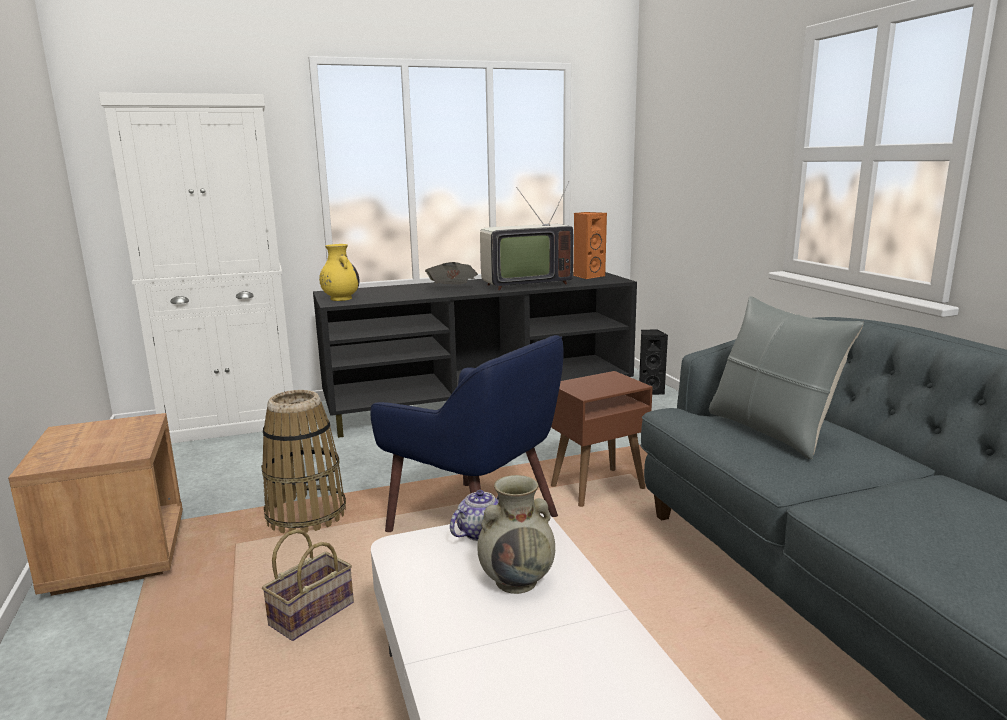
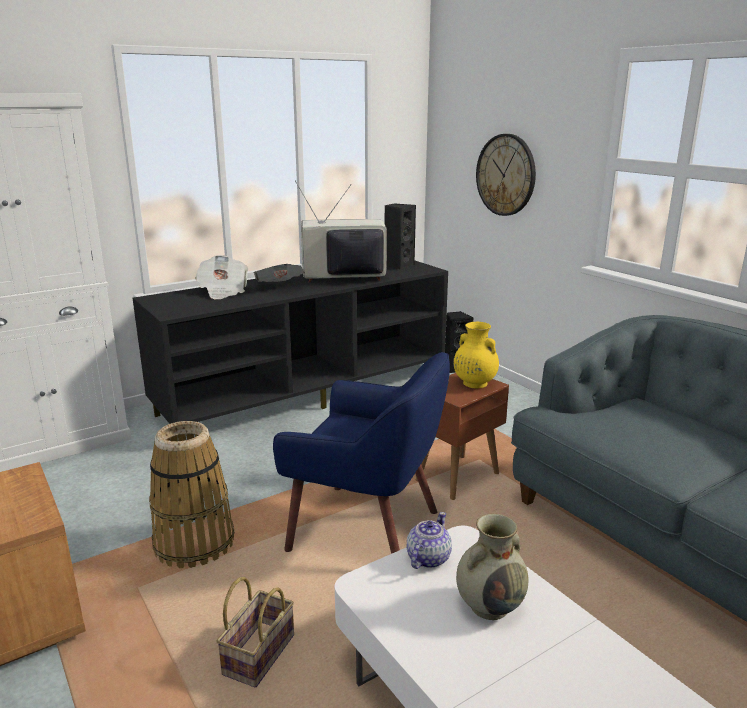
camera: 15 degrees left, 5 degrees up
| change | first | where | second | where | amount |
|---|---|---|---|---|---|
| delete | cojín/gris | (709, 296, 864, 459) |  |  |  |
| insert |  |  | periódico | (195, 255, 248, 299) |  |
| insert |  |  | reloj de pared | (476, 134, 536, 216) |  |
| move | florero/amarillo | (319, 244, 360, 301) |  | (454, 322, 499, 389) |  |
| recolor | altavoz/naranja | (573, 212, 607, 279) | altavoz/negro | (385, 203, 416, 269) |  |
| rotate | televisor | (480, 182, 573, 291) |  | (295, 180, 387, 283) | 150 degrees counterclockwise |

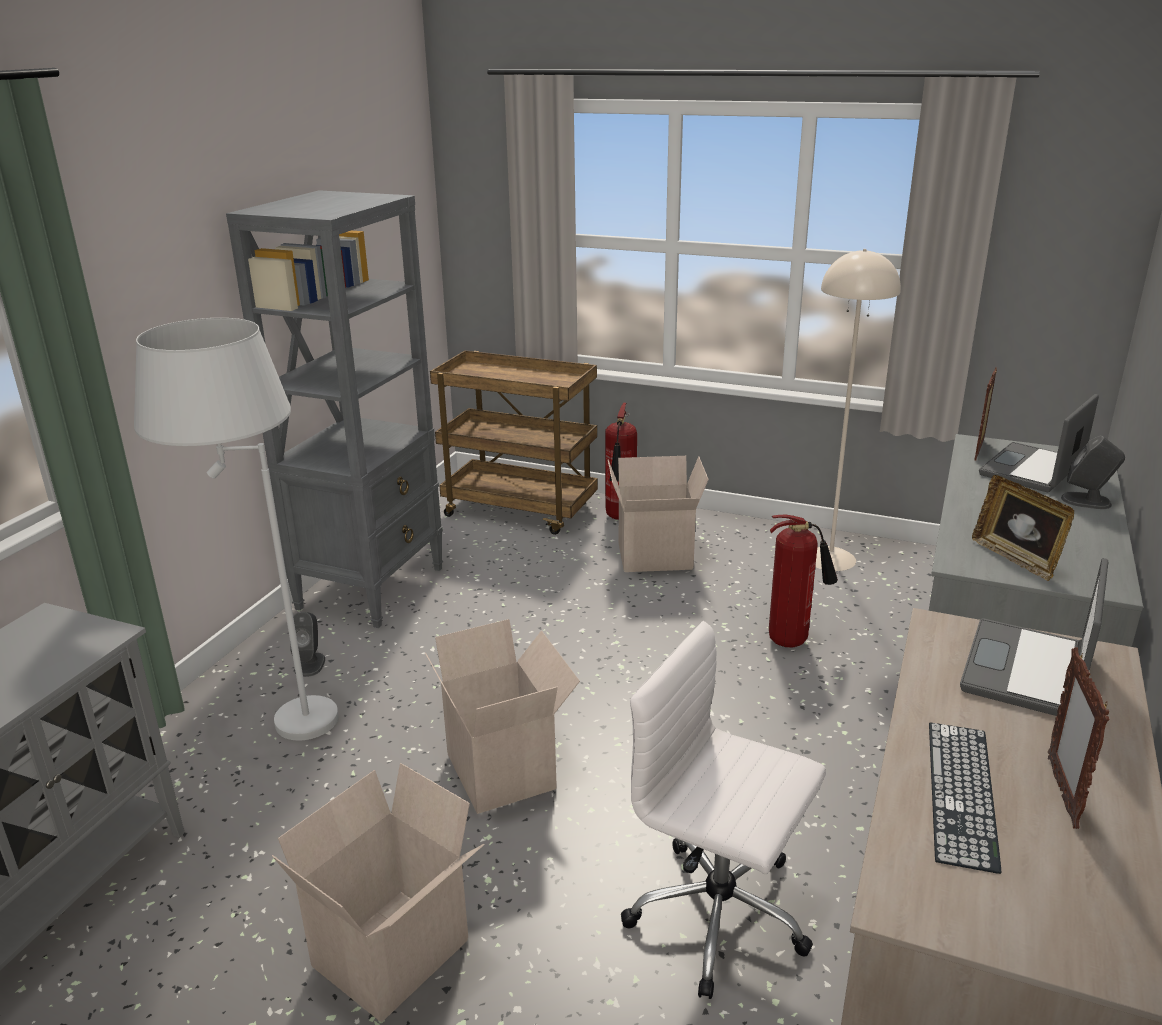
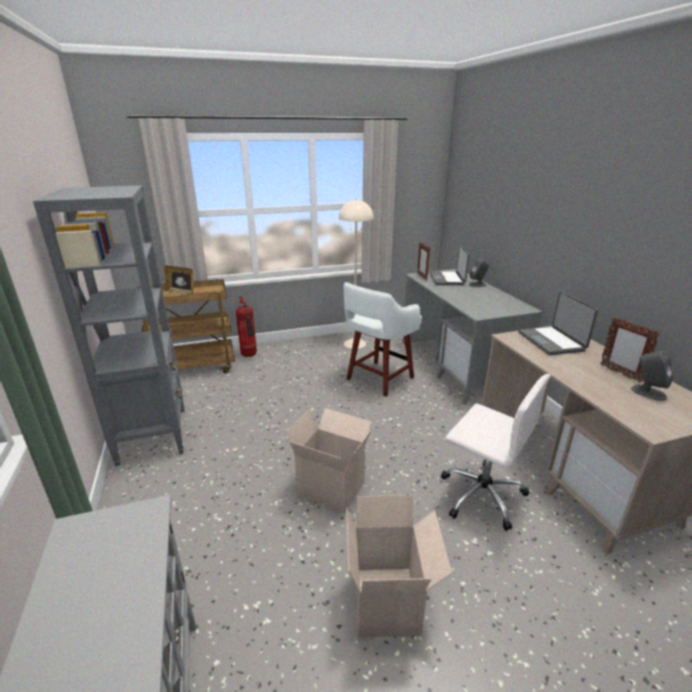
camera: 40 degrees left, 0 degrees up
| change | first | where | second | where | amount |
|---|---|---|---|---|---|
| delete | lámpara de pie/blanco | (134, 318, 338, 741) |  |  |  |
| delete | caja de cartón | (608, 456, 709, 572) |  |  |  |
| delete | teclado | (929, 723, 1002, 874) |  |  |  |
| move | altavoz/gris | (290, 612, 325, 677) |  | (631, 351, 674, 401) |  |
| move | portarretratos | (972, 475, 1074, 581) |  | (164, 266, 194, 295) |  |
| replace | extintor | (769, 514, 838, 648) | taburete/blanco | (344, 282, 422, 397) |  |
| rotate | silla de oficina/blanco | (621, 621, 826, 999) |  | (441, 374, 551, 531) | 135 degrees counterclockwise |

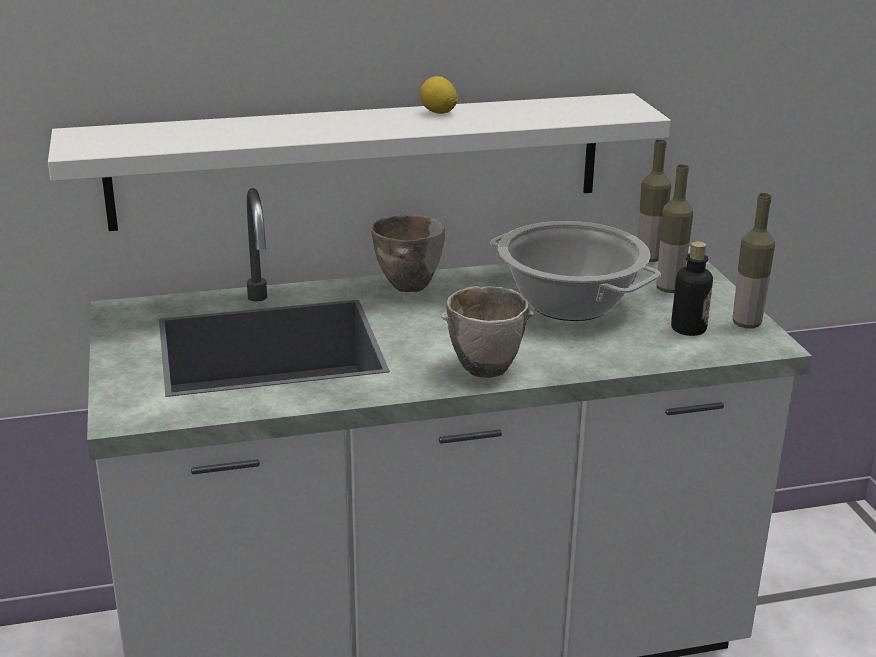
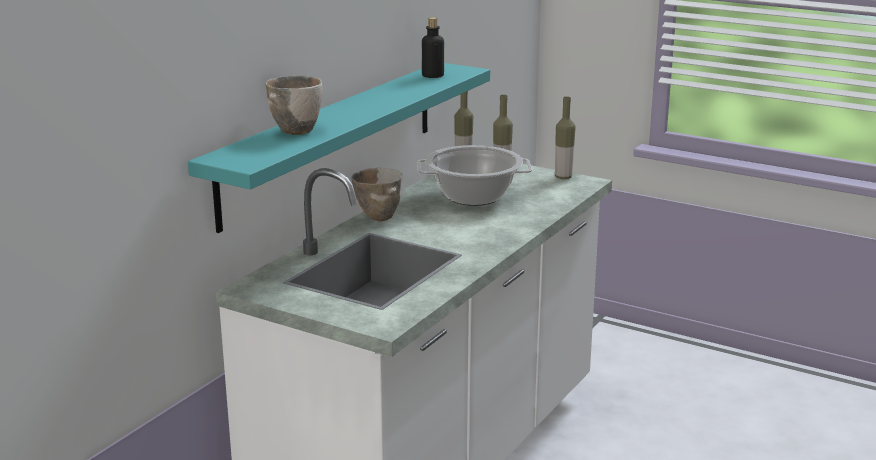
camera: 45 degrees left, 5 degrees down
| change | first | where | second | where | amount |
|---|---|---|---|---|---|
| delete | limón | (420, 76, 457, 114) |  |  |  |
| move | cuenco | (441, 286, 534, 378) |  | (265, 75, 323, 135) |  |
| move | botella | (671, 241, 713, 336) |  | (422, 17, 444, 78) |  |
| recolor | estante/blanco | (48, 93, 671, 231) | estante/turquesa | (188, 63, 490, 233) |  |

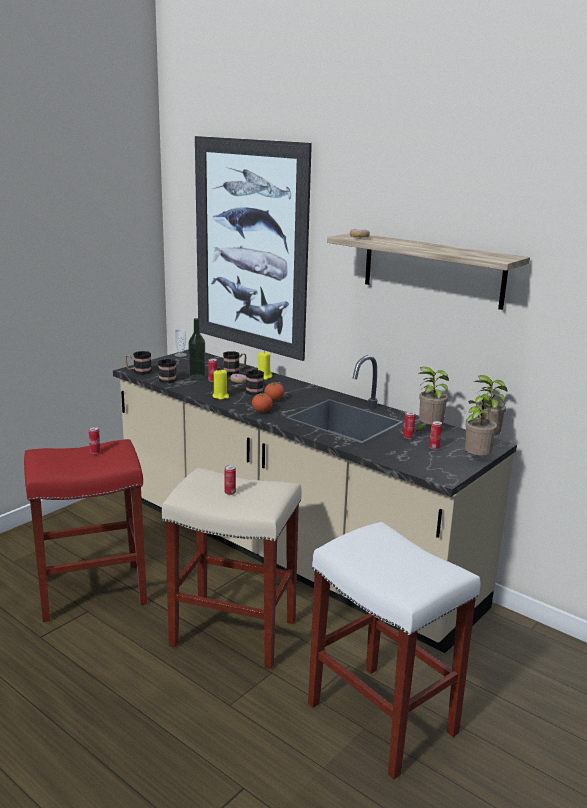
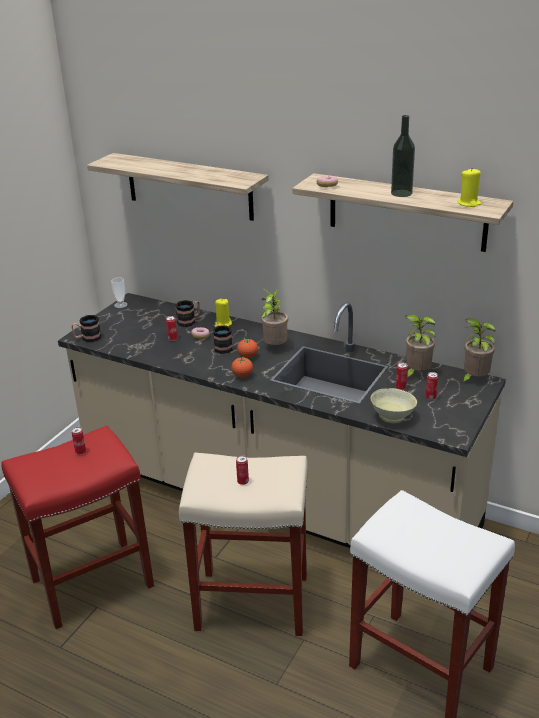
camera: 10 degrees left, 10 degrees up
| change | first | where | second | where | amount |
|---|---|---|---|---|---|
| delete | taza grande | (158, 359, 177, 384) |  |  |  |
| insert |  |  | cuenco/beis | (371, 388, 417, 424) |  |
| move | botella | (188, 318, 206, 380) |  | (391, 115, 415, 197) |  |
| move | vela/amarillo | (213, 369, 229, 400) |  | (457, 169, 481, 207) |  |
| move | planta en maceta | (465, 391, 497, 456) |  | (260, 288, 288, 345) |  |
| replace | cuadro | (195, 136, 312, 361) | estante | (87, 153, 269, 221) |  |

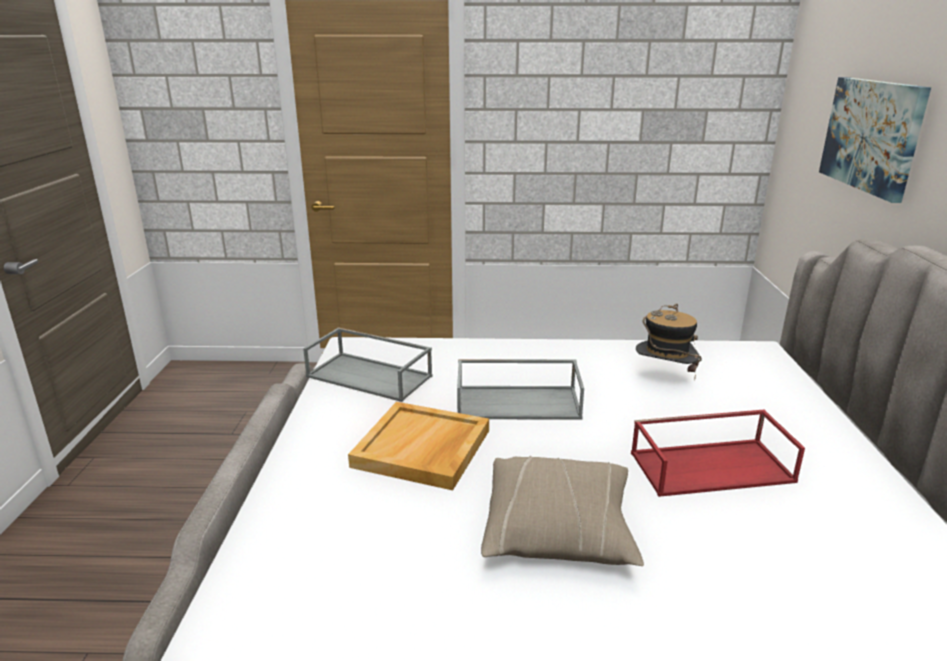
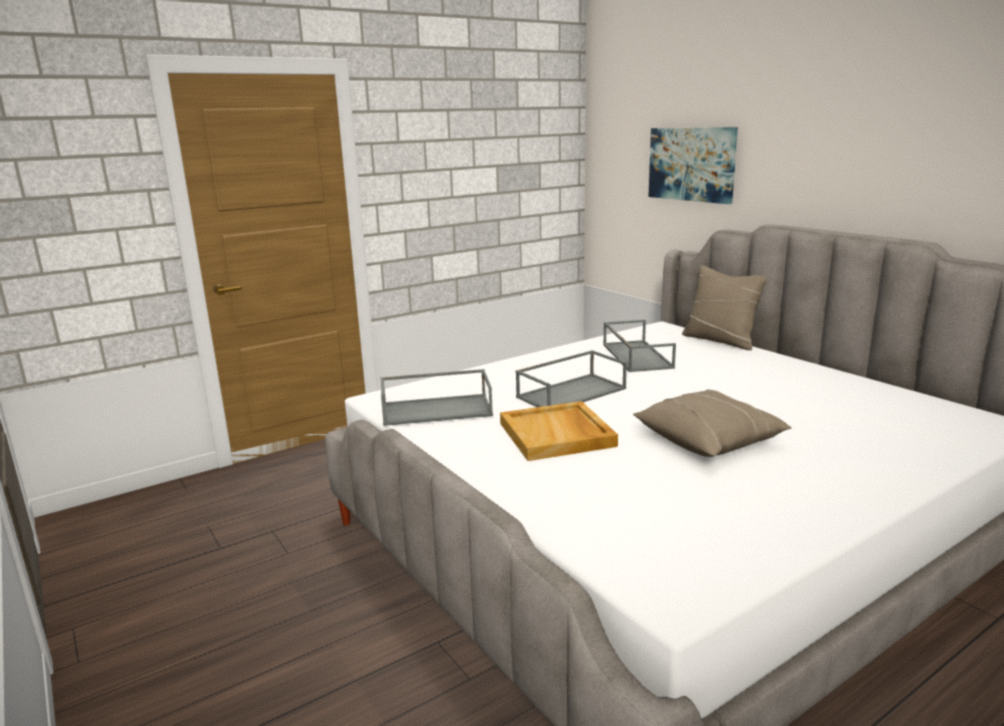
camera: 35 degrees left, 5 degrees down
| change | first | where | second | where | amount |
|---|---|---|---|---|---|
| delete | bandeja/rojo | (631, 409, 805, 497) |  |  |  |
| insert |  |  | cojín/beis | (682, 265, 767, 350) |  |
| replace | sombrero | (636, 304, 702, 381) | bandeja/gris | (603, 320, 676, 372) |  |

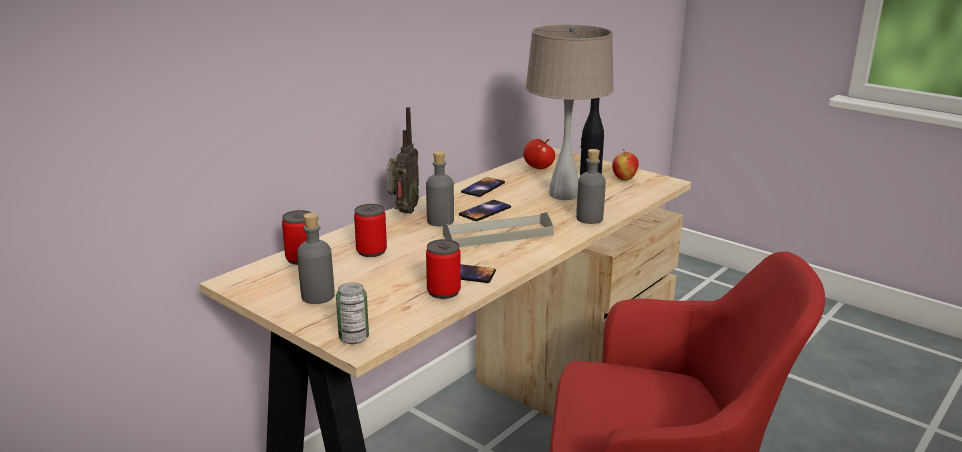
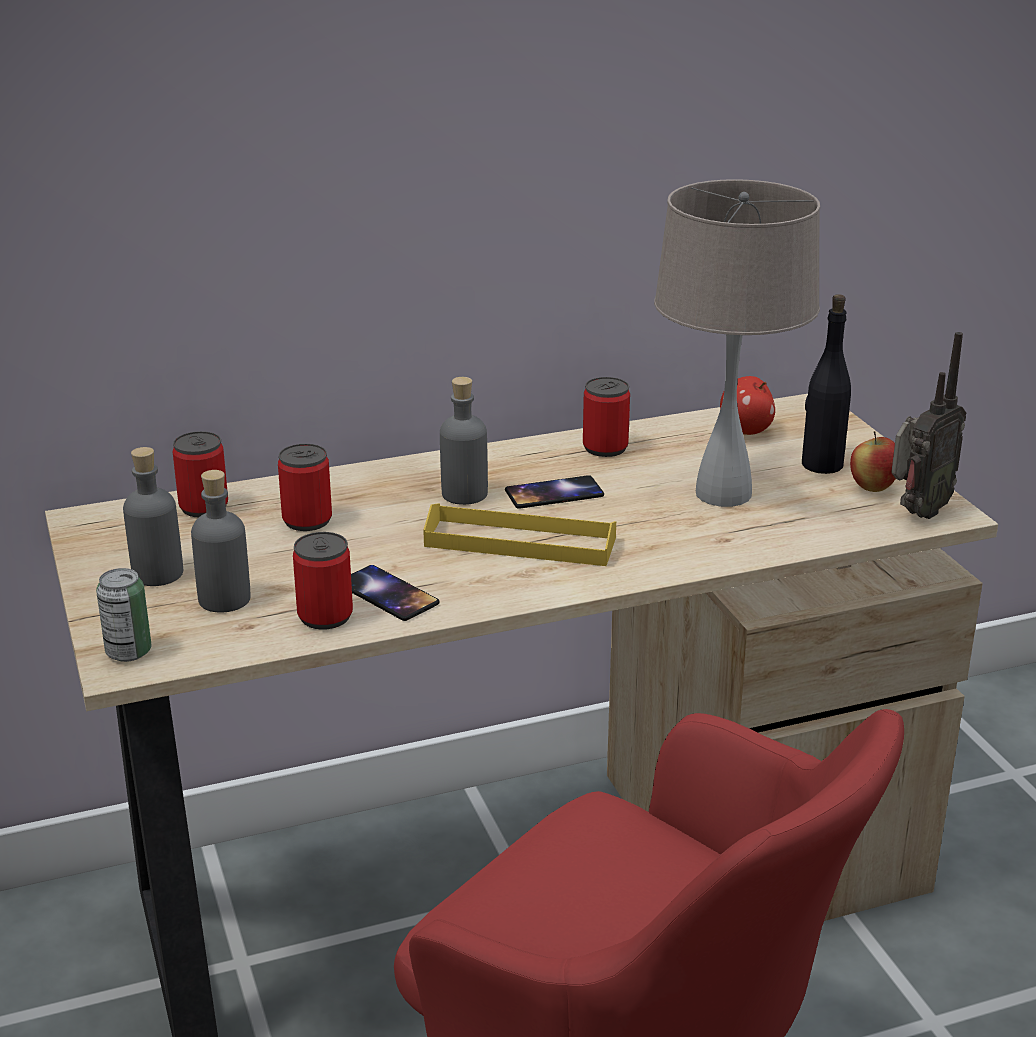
camera: 30 degrees right, 5 degrees up
| change | first | where | second | where | amount |
|---|---|---|---|---|---|
| move | radio | (387, 107, 419, 214) |  | (891, 332, 966, 519) |  |
| move | botella/gris | (576, 149, 606, 224) |  | (191, 470, 251, 613) |  |
| replace | móvil | (461, 177, 505, 197) | lata | (583, 377, 630, 457) |  |
| recolor | bandeja/gris | (443, 212, 554, 247) | bandeja/amarillo | (423, 503, 616, 566) |  |

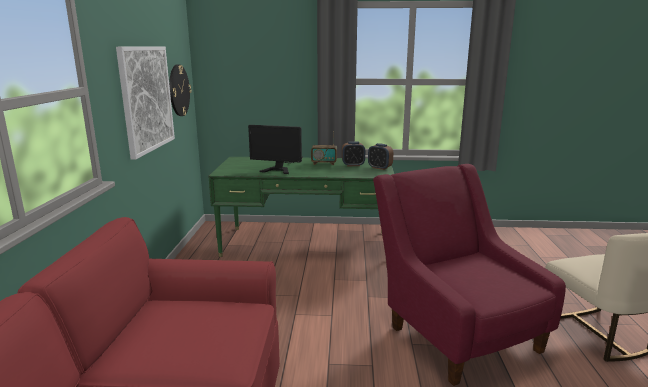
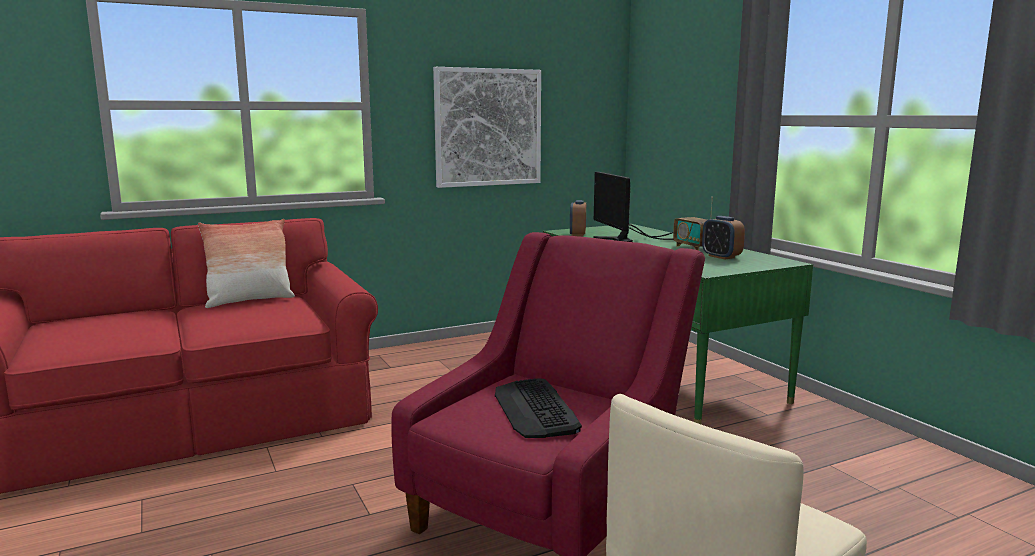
camera: 60 degrees right, 5 degrees down
| change | first | where | second | where | amount |
|---|---|---|---|---|---|
| delete | reloj de pared | (169, 64, 191, 116) |  |  |  |
| insert |  |  | cojín | (198, 219, 295, 308) |  |
| insert |  |  | teclado | (495, 378, 582, 438) |  |
| move | despertador | (368, 143, 393, 170) |  | (570, 200, 586, 237) |  |

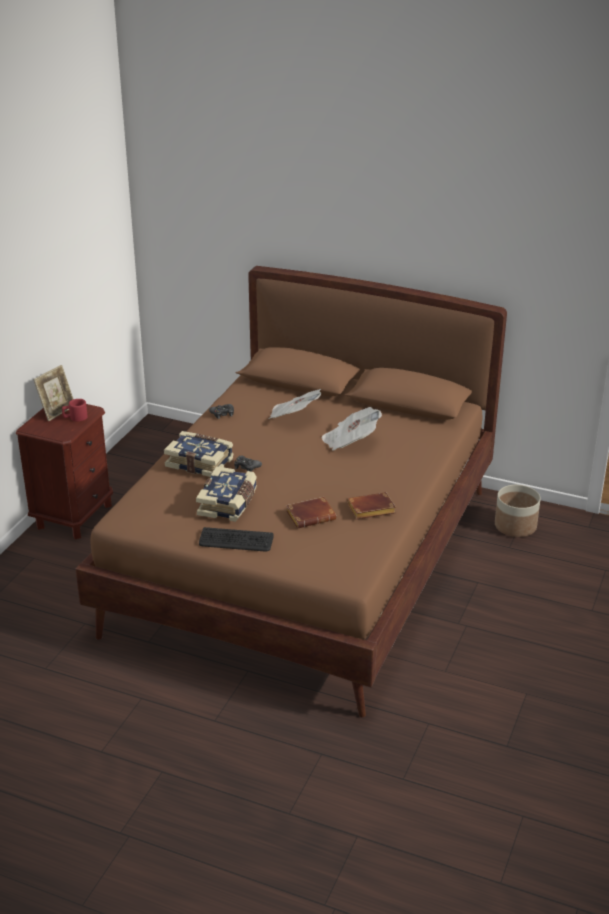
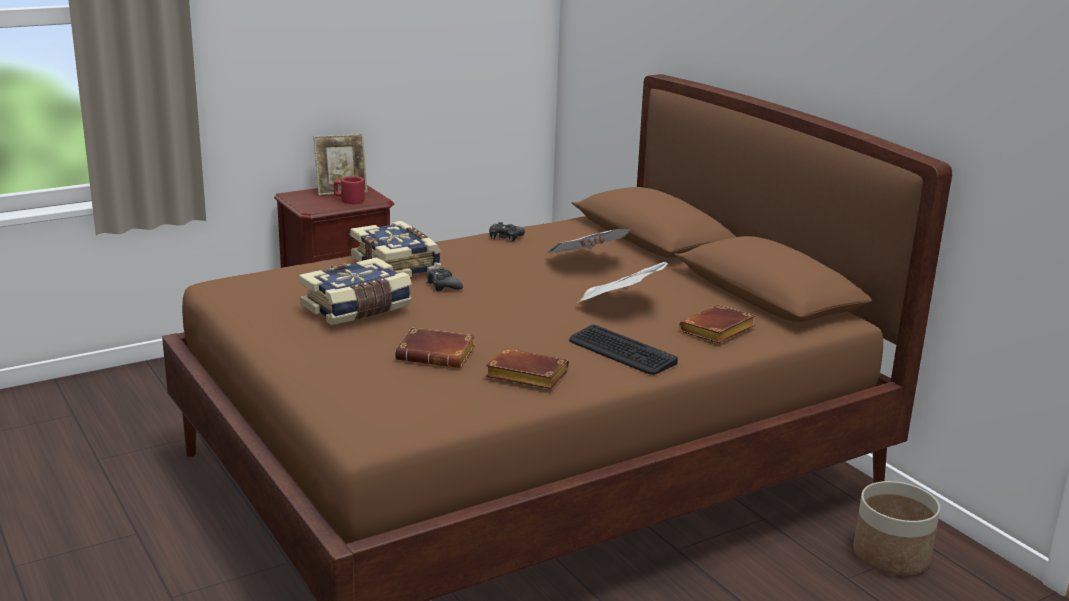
camera: 35 degrees right, 10 degrees down
| change | first | where | second | where | amount |
|---|---|---|---|---|---|
| insert |  |  | libro/marrón | (679, 305, 755, 343) |  |
| move | teclado | (199, 527, 274, 551) |  | (569, 325, 678, 375) |  |

